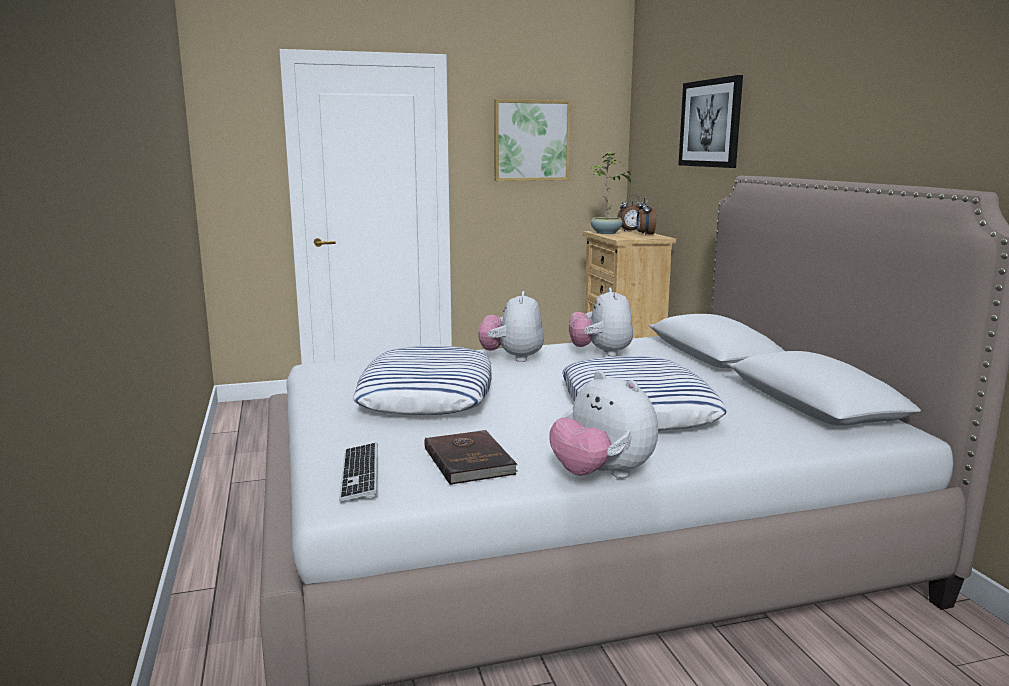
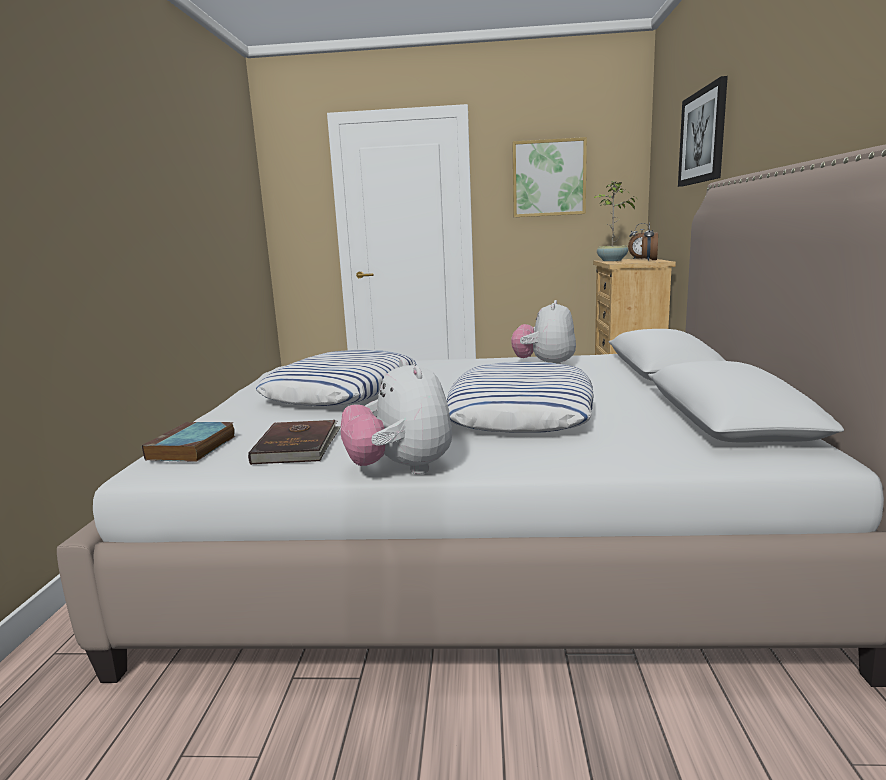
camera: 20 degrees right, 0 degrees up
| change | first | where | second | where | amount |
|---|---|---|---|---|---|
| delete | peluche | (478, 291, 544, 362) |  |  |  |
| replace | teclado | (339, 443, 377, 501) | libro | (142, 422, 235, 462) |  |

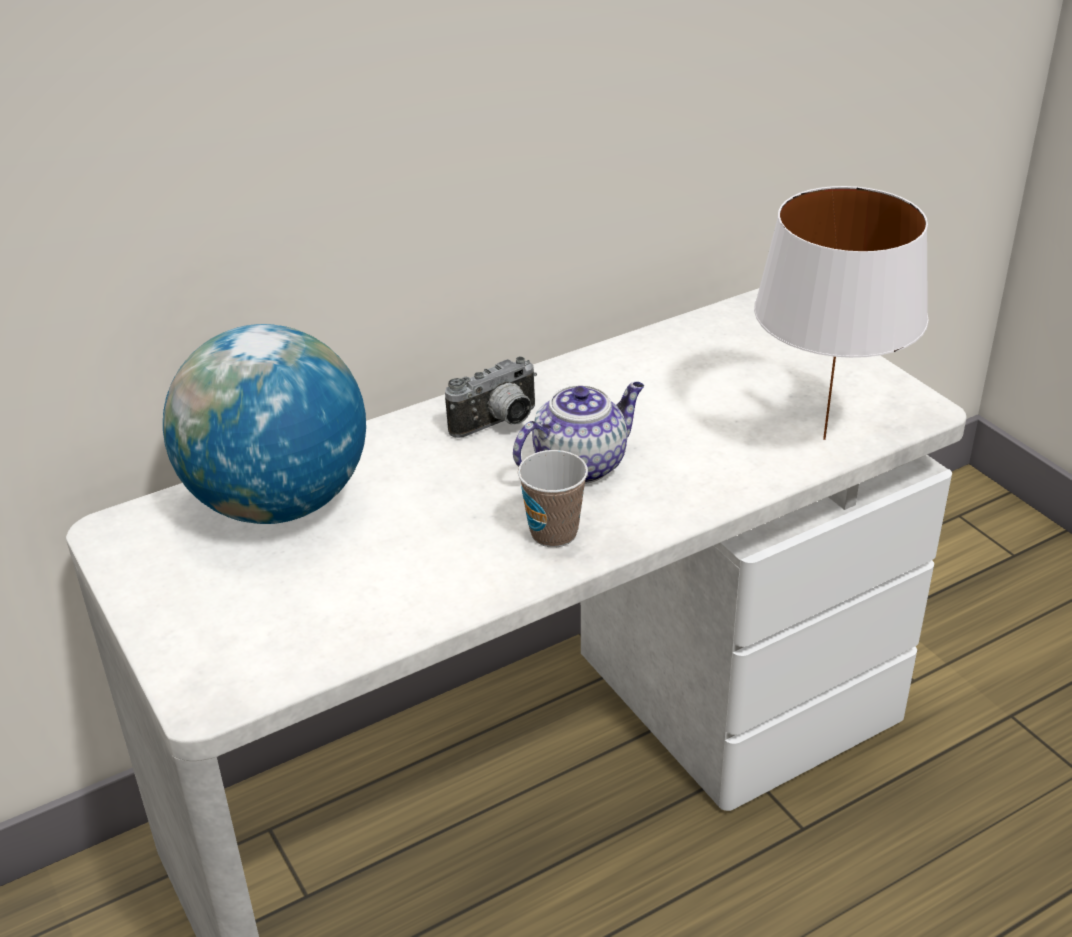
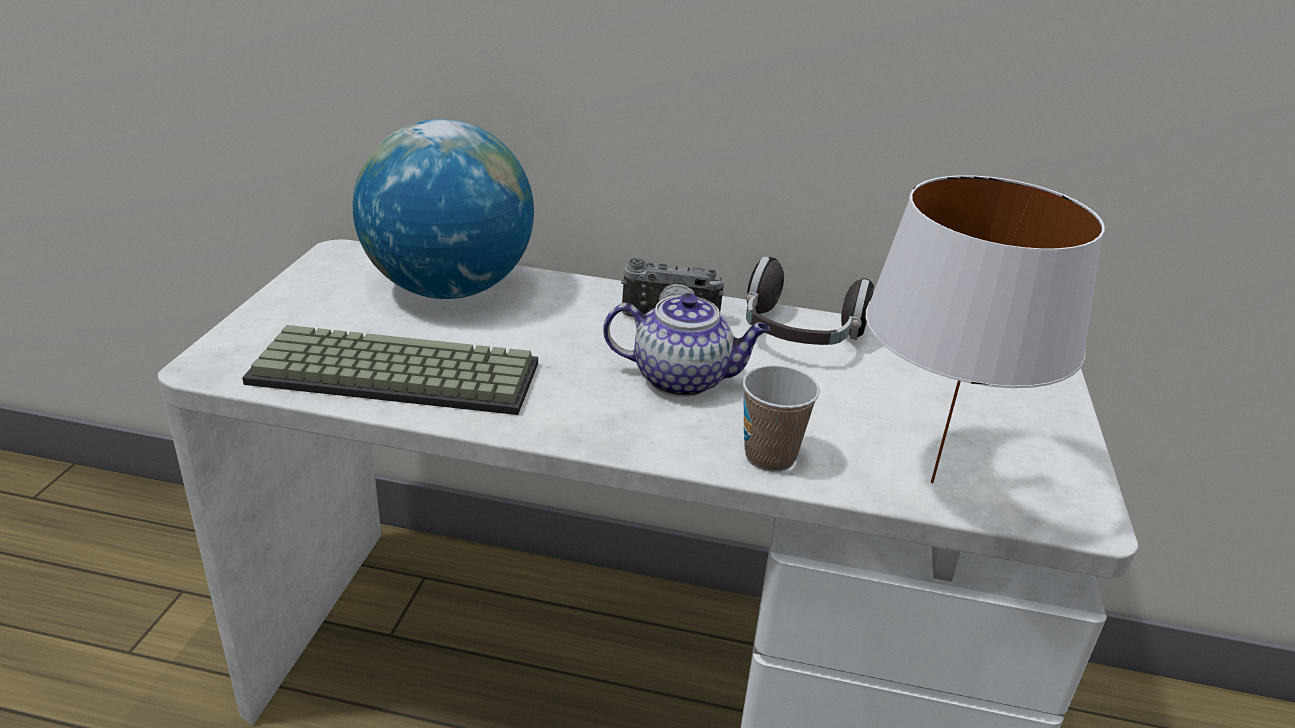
camera: 40 degrees right, 5 degrees down
| change | first | where | second | where | amount |
|---|---|---|---|---|---|
| insert |  |  | teclado | (242, 325, 538, 415) |  |
| insert |  |  | auriculares | (746, 257, 874, 345) |  |
| move | taza | (518, 450, 588, 547) |  | (743, 365, 820, 472) |  |

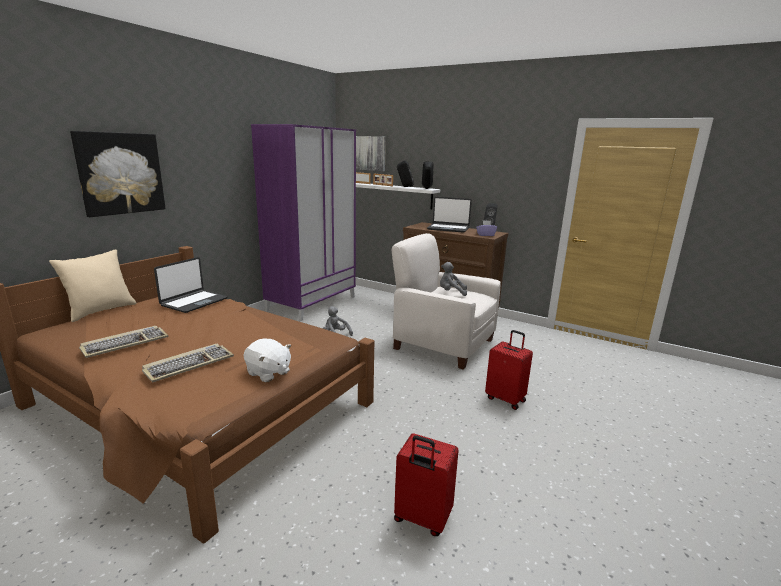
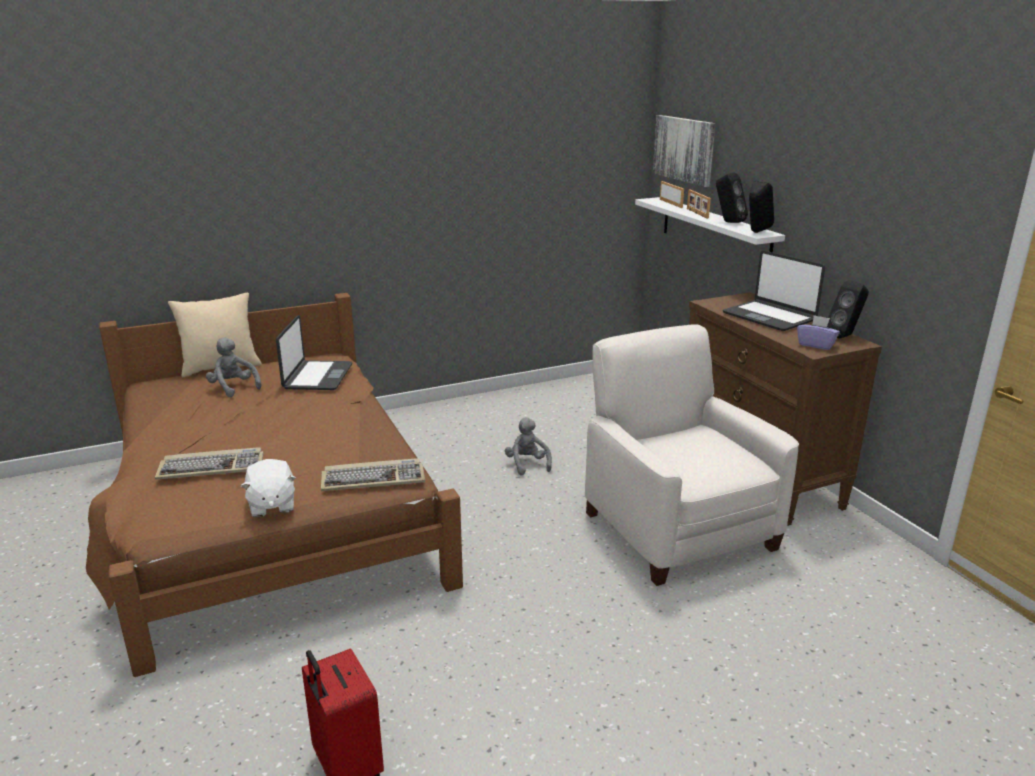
camera: 35 degrees right, 5 degrees up
| change | first | where | second | where | amount |
|---|---|---|---|---|---|
| delete | cuadro | (70, 131, 166, 217) |  |  |  |
| delete | armario ropero/morado | (251, 124, 356, 322) |  |  |  |
| delete | maleta/rojo | (485, 330, 533, 410) |  |  |  |
| move | teclado | (79, 326, 168, 358) |  | (321, 458, 425, 491) |  |
| move | peluche/gris | (440, 262, 467, 296) |  | (206, 337, 261, 397) |  |
| rotate | portátil | (154, 257, 227, 313) |  | (276, 315, 352, 390) | 60 degrees counterclockwise |

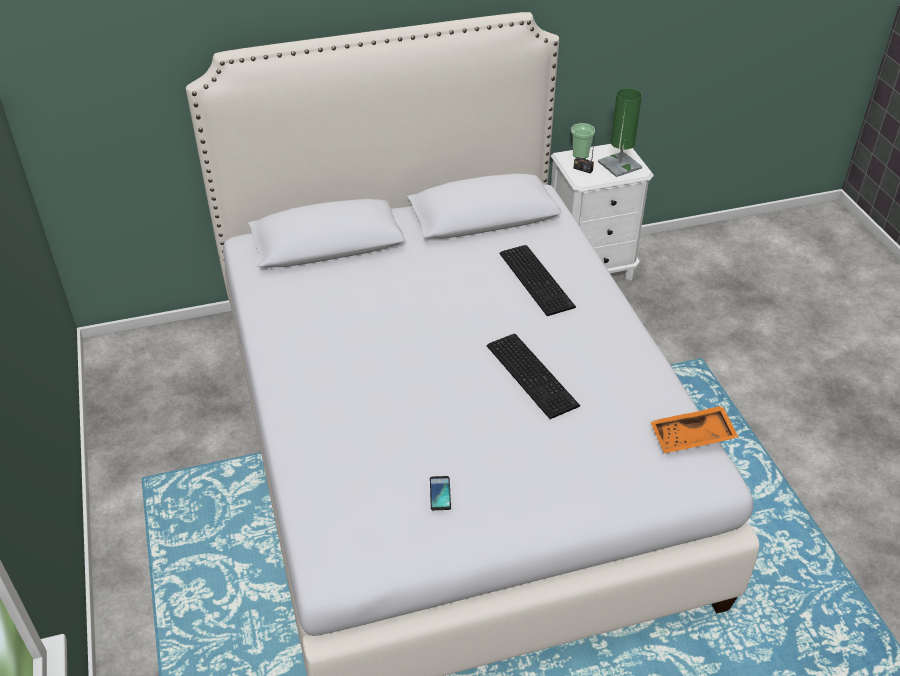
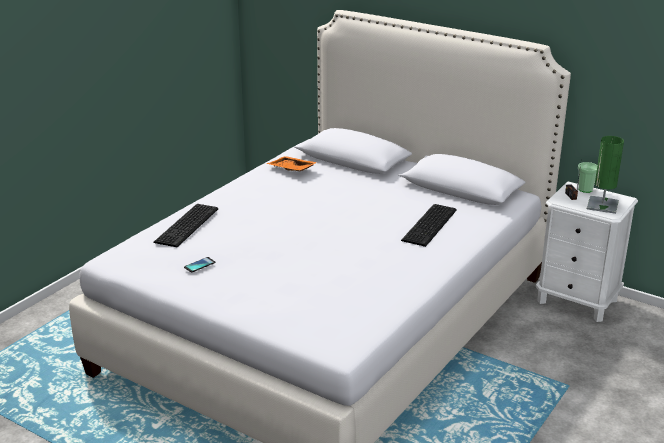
camera: 50 degrees right, 15 degrees down
| change | first | where | second | where | amount |
|---|---|---|---|---|---|
| move | teclado | (487, 334, 580, 419) |  | (153, 204, 218, 247) |  |
| move | bandeja/naranja | (650, 405, 738, 453) |  | (266, 156, 318, 171) |  |

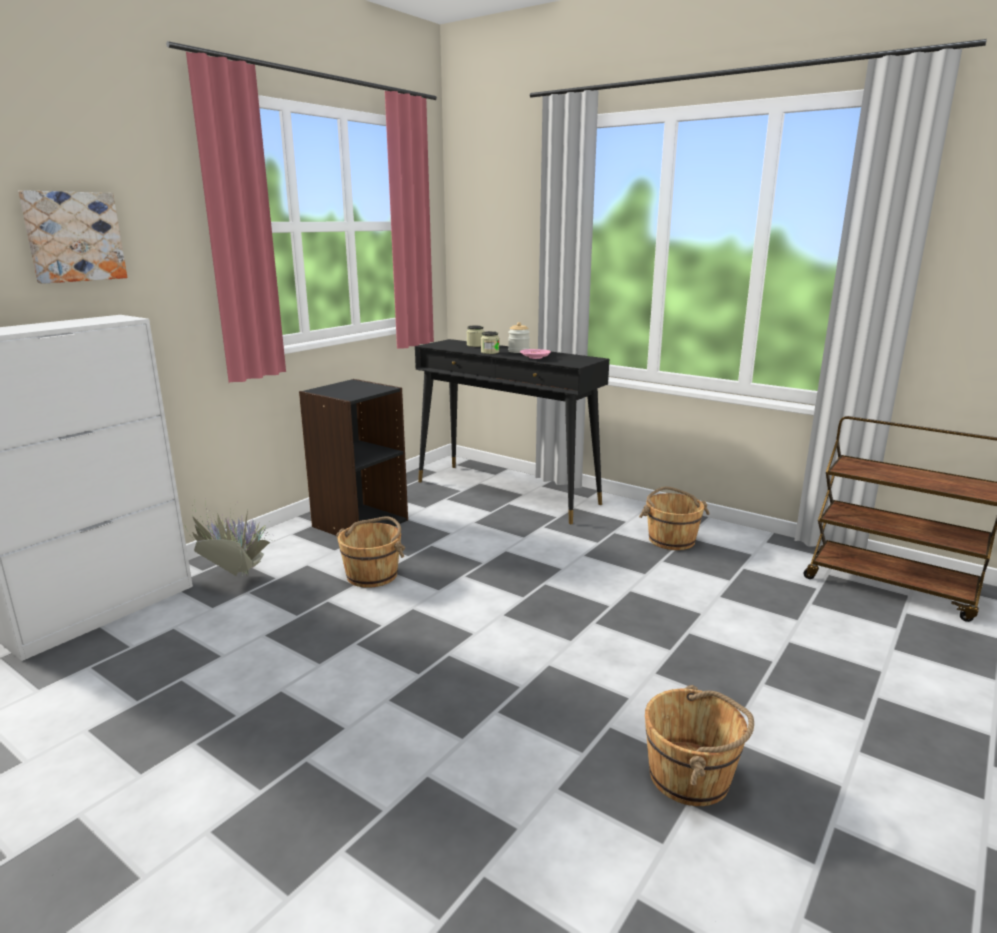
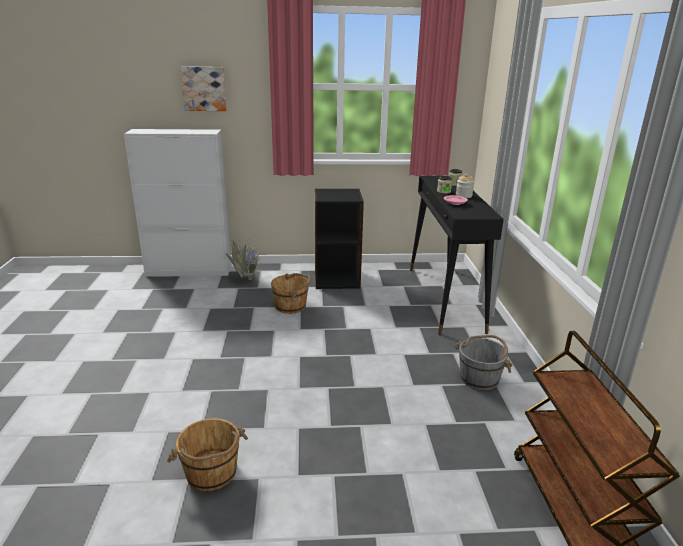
camera: 50 degrees right, 5 degrees up
| change | first | where | second | where | amount |
|---|---|---|---|---|---|
| recolor | cubo/marrón | (639, 487, 710, 550) | cubo/gris | (455, 335, 512, 390) |  |

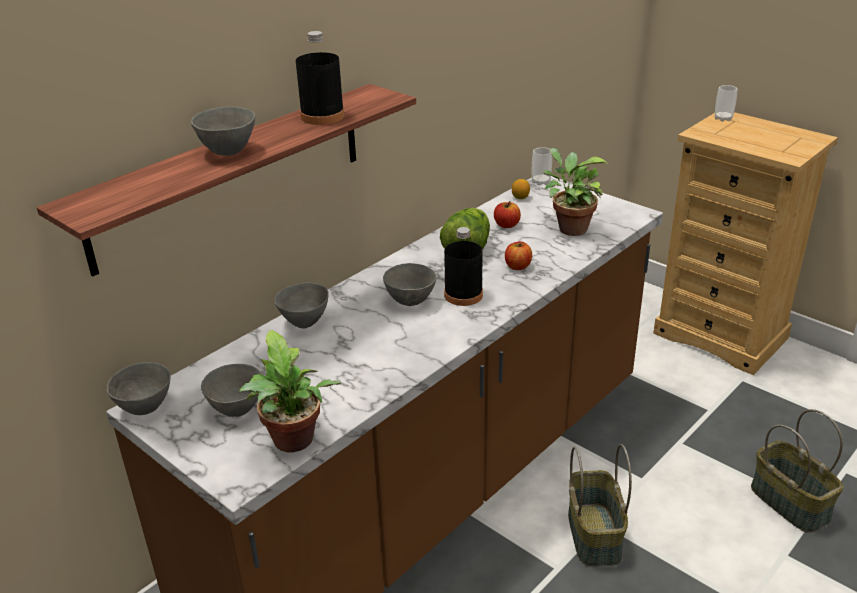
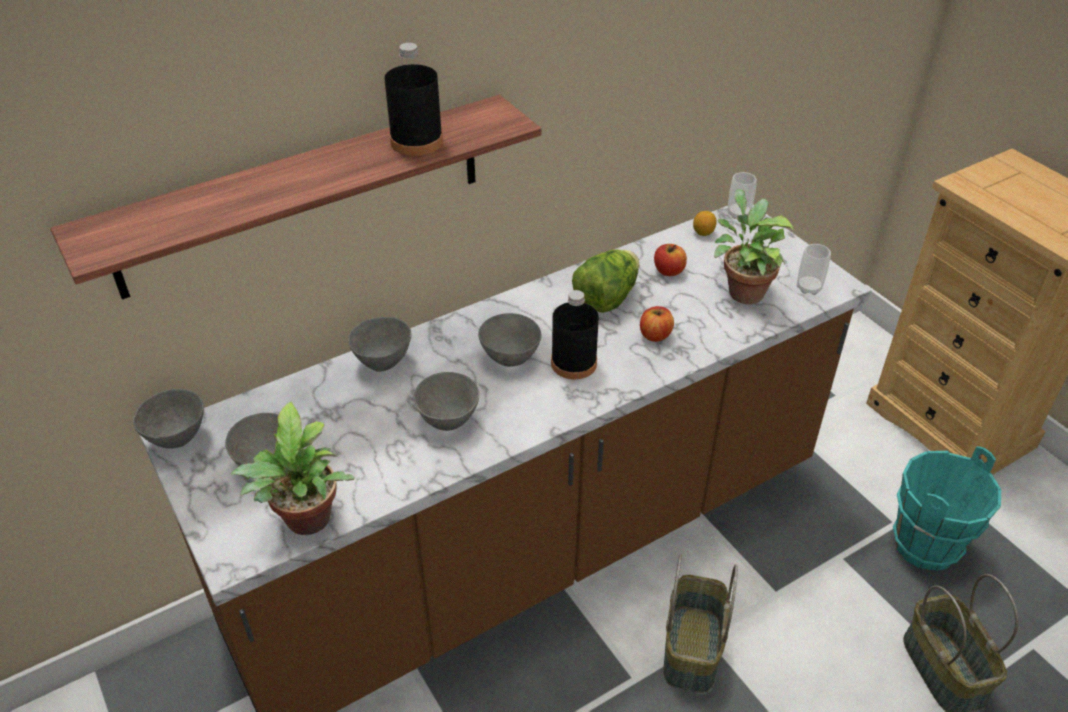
camera: 15 degrees right, 10 degrees up
| change | first | where | second | where | amount |
|---|---|---|---|---|---|
| insert |  |  | cubo/turquesa | (893, 446, 1001, 571) |  |
| move | cuenco/gris | (191, 107, 255, 156) |  | (414, 372, 480, 431) |  |
| move | taza | (715, 85, 738, 122) |  | (797, 244, 831, 295) |  |

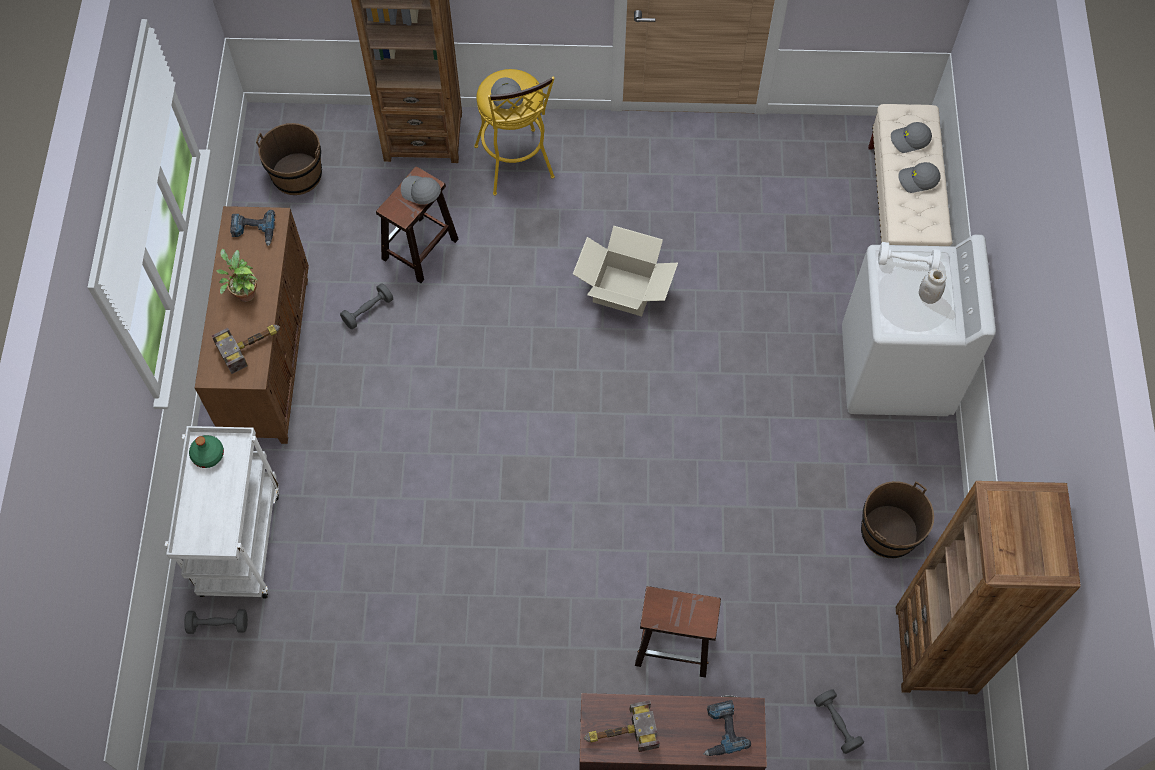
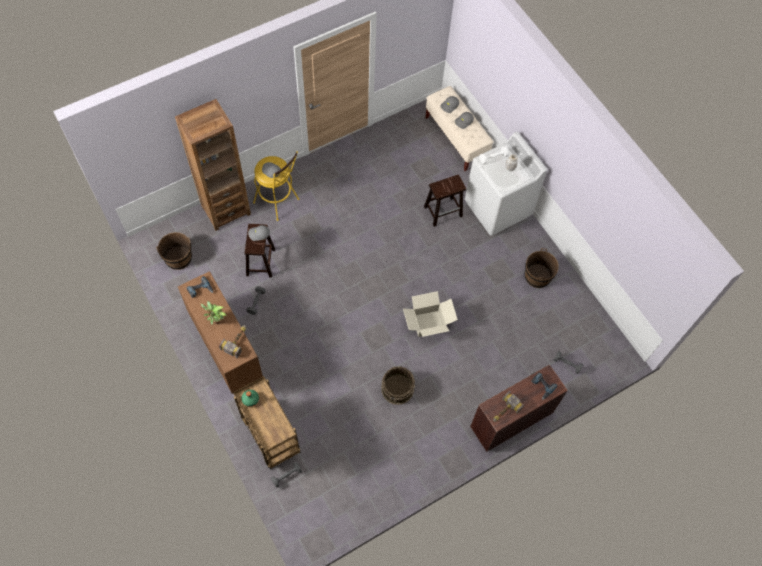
camera: 35 degrees left, 0 degrees up
| change | first | where | second | where | amount |
|---|---|---|---|---|---|
| delete | estantería/marrón | (896, 481, 1081, 694) |  |  |  |
| insert |  |  | cubo/marrón | (381, 366, 415, 405) |  |
| move | caja de cartón | (573, 226, 678, 316) |  | (403, 291, 458, 337) |  |
| move | taburete/marrón | (635, 586, 721, 678) |  | (424, 174, 466, 227) |  |
| recolor | carrito/blanco | (165, 426, 279, 599) | carrito/marrón | (233, 376, 300, 469) |  |

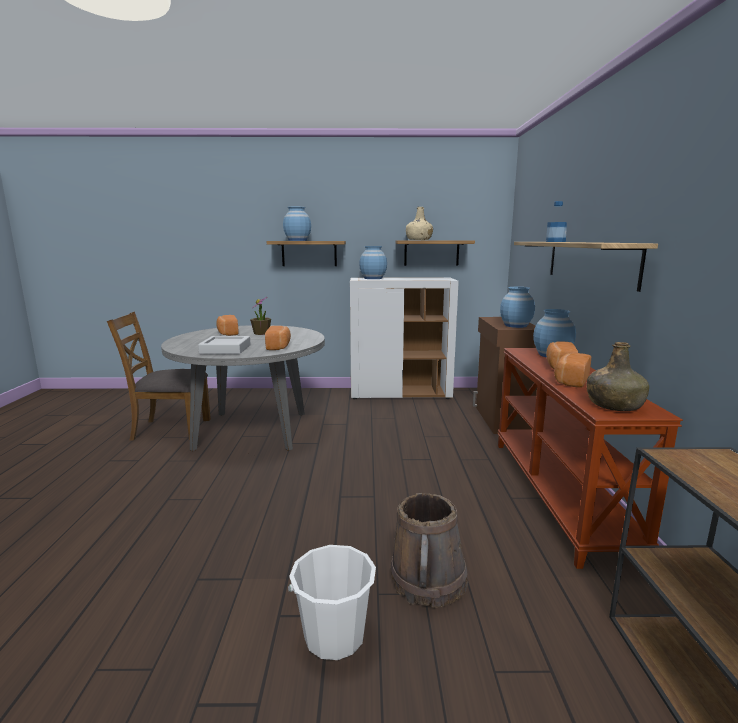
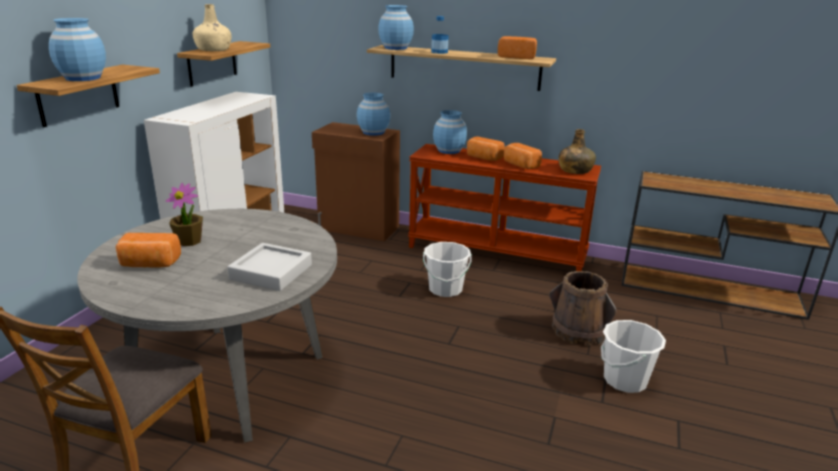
camera: 70 degrees left, 10 degrees up
| change | first | where | second | where | amount |
|---|---|---|---|---|---|
| insert |  |  | cubo/blanco | (423, 242, 472, 297) |  |
| move | pan | (265, 326, 291, 350) |  | (498, 36, 537, 59) |  |
| move | florero/azul | (359, 246, 387, 279) |  | (378, 5, 414, 50) |  |

